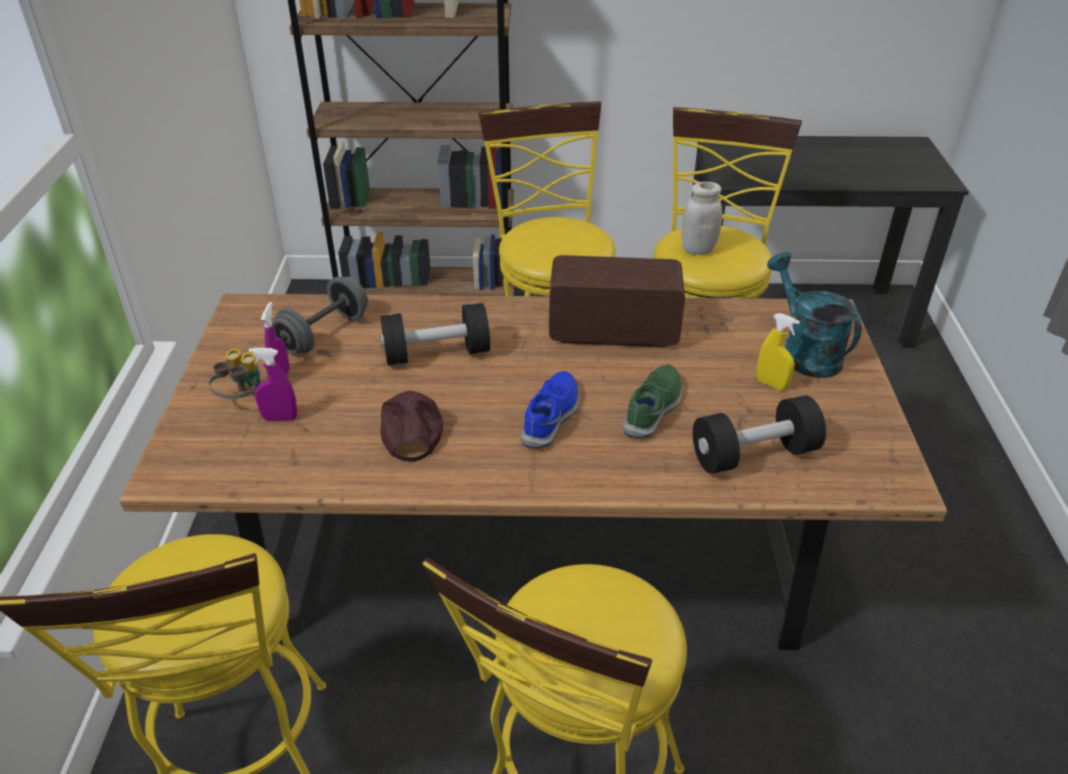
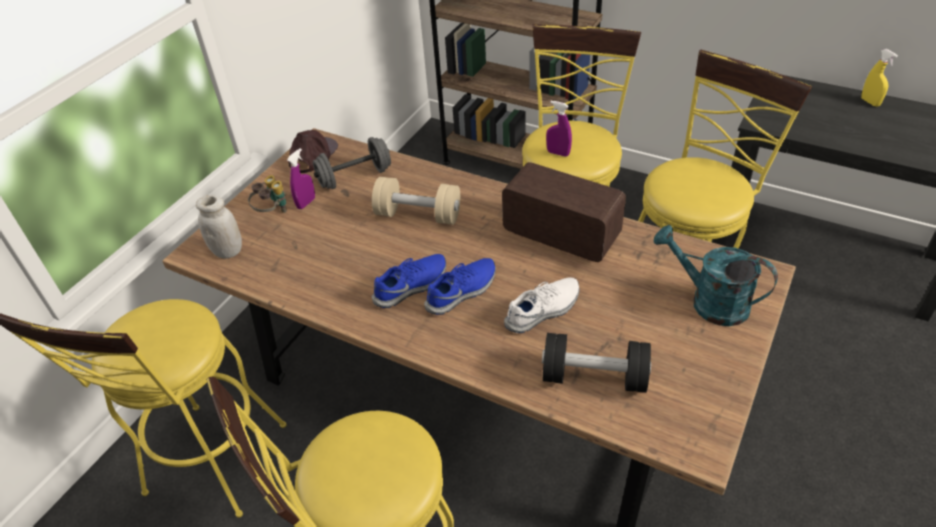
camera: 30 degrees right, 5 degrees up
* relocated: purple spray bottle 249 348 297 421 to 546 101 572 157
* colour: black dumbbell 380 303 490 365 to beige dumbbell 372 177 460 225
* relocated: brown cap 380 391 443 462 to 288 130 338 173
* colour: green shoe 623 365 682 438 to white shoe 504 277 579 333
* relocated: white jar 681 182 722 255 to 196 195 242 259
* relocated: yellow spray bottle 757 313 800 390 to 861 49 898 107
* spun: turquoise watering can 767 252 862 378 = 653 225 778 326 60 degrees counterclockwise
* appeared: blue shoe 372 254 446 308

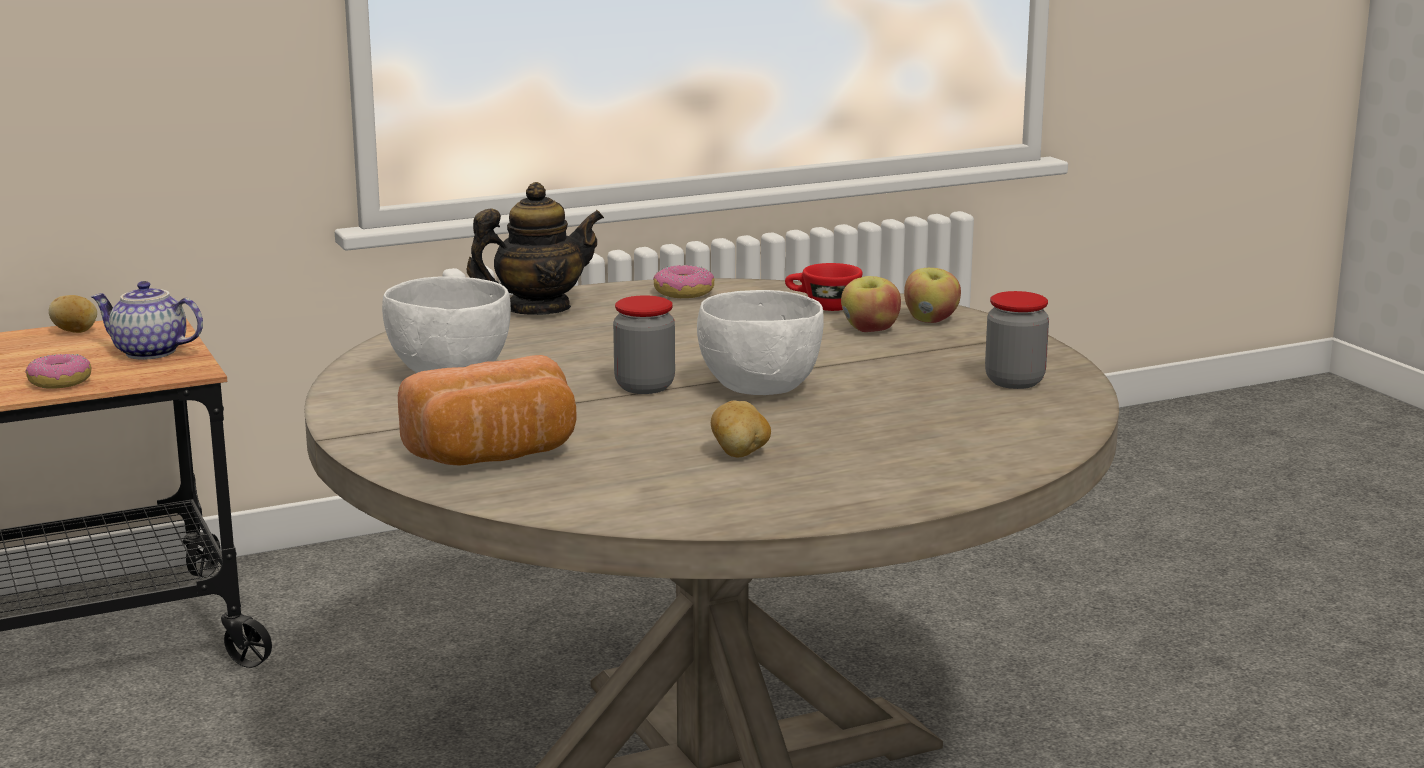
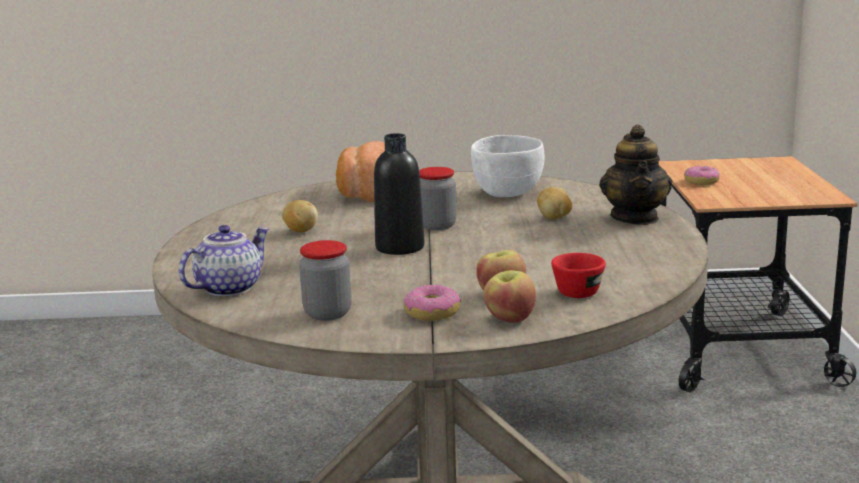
camera: 115 degrees right, 0 degrees up
* relocated: potato 49 295 97 333 to 537 187 572 219
* relocated: teapot 90 281 203 360 to 179 225 269 297
* relocated: donut 653 265 714 298 to 403 284 461 321
* exchanged: white bowl 697 290 824 395 to black bottle 374 133 425 255

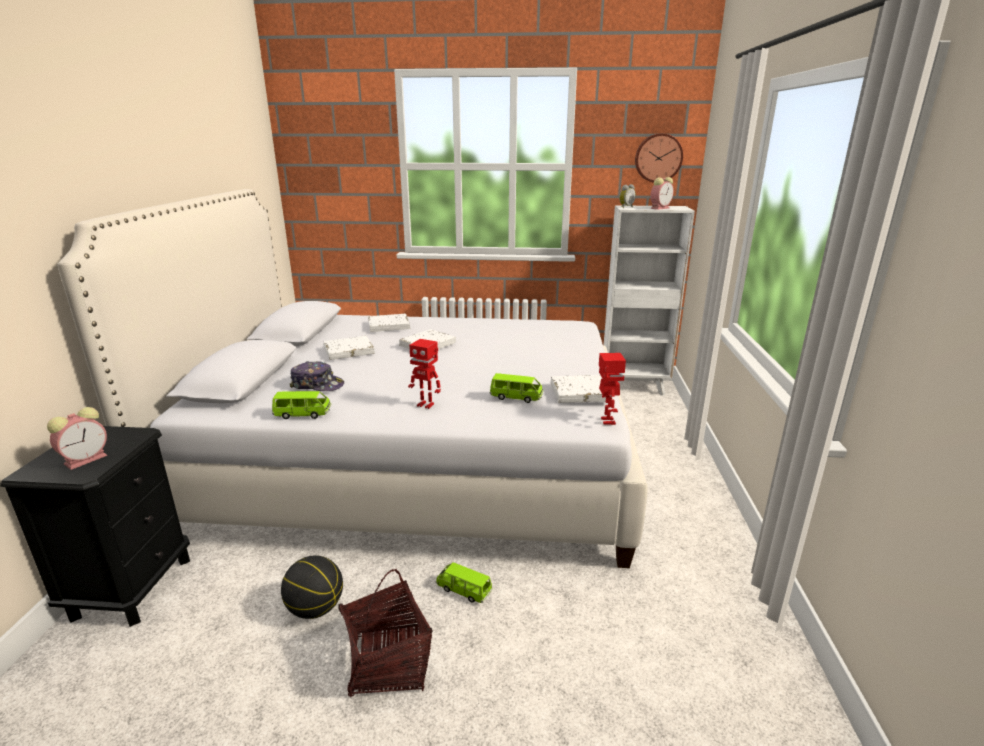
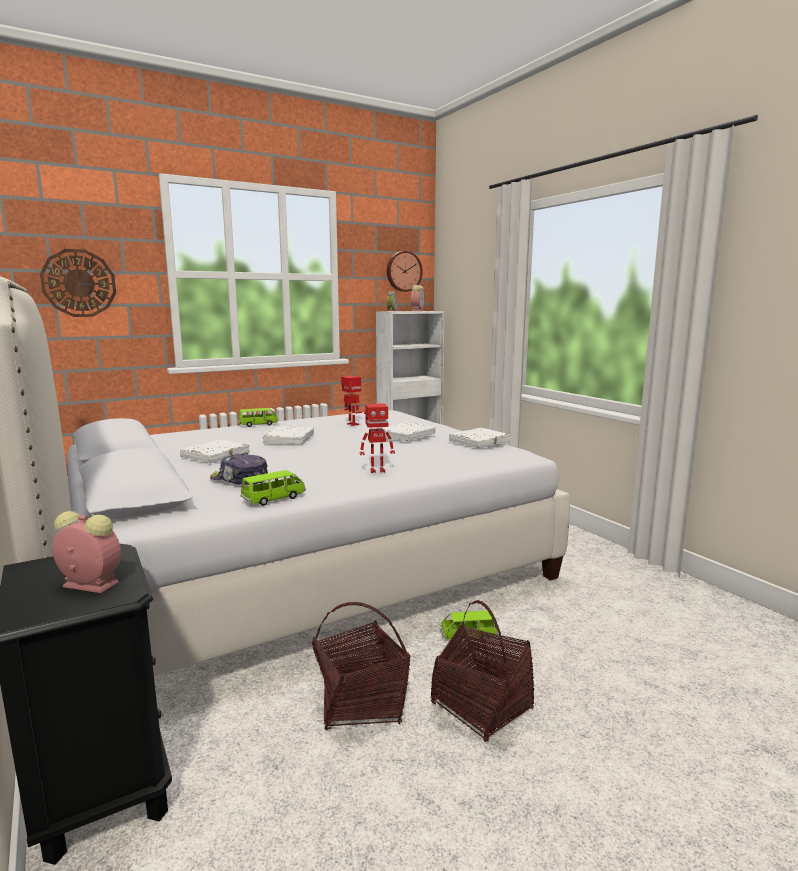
camera: 35 degrees left, 10 degrees down
* spun: alarm clock 47 407 107 470 = 52 511 121 593 75 degrees counterclockwise
* exchanged: basketball 281 555 343 619 to basket 312 602 411 730
* spun: cap 289 361 344 391 = 210 453 268 485 135 degrees counterclockwise
* relocated: white book 368 314 410 332 to 379 422 435 441
* relocated: green toy car 490 373 543 403 to 238 408 279 427
* relocated: toy robot 599 353 626 425 to 341 376 362 426
* appeared: wall clock 40 249 116 317

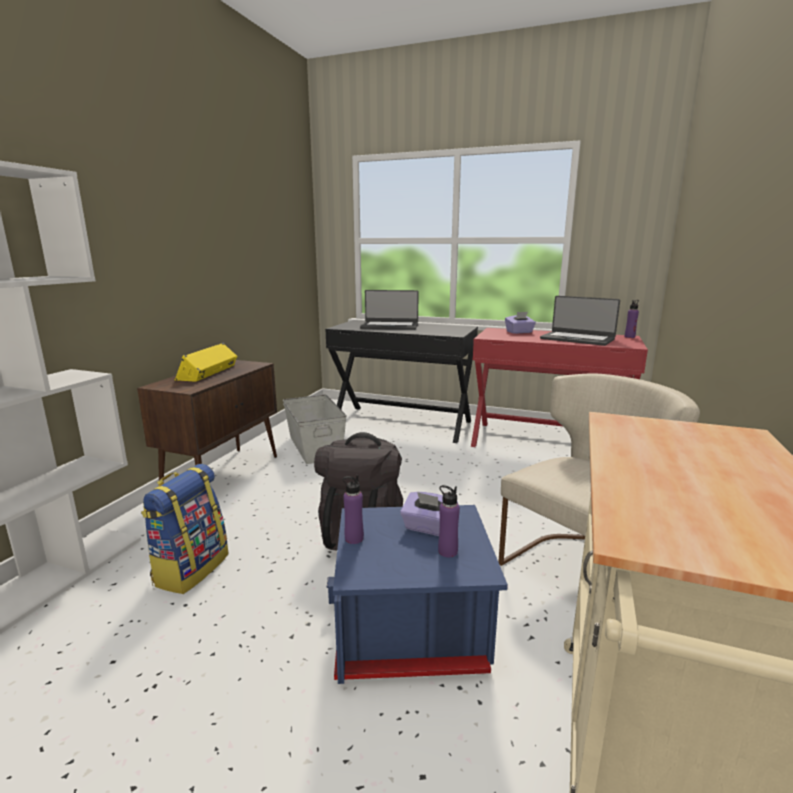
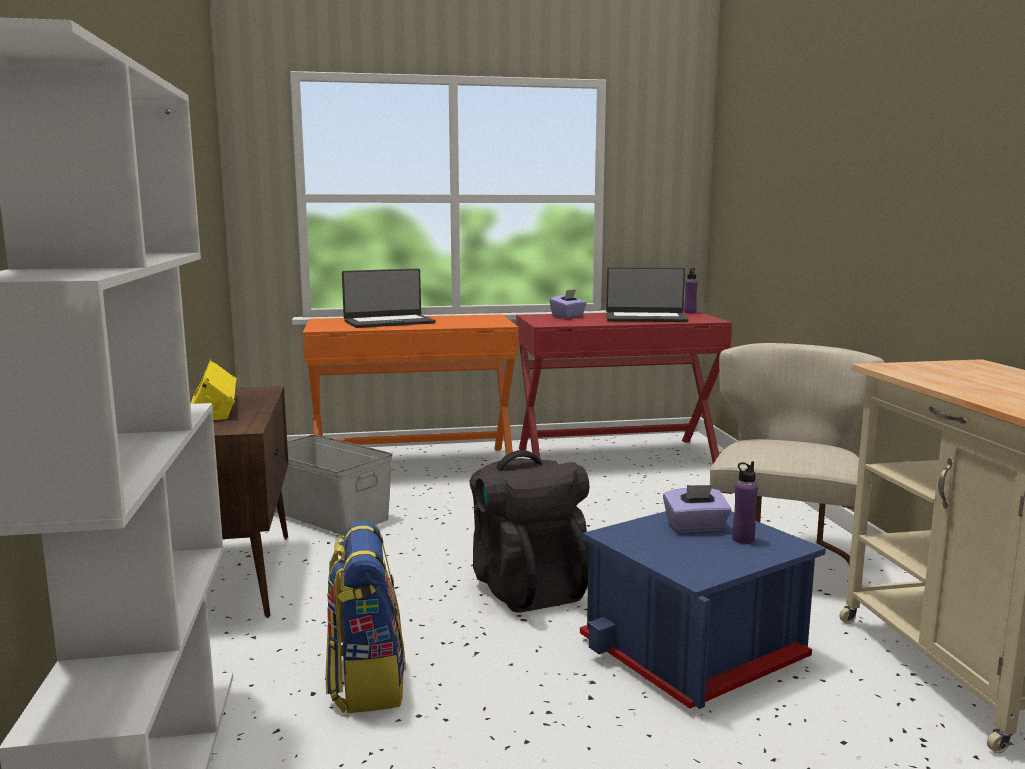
camera: 30 degrees left, 5 degrees down
* colour: black desk 325 320 478 443 to orange desk 303 314 519 455
* missing: purple bottle 343 475 364 544

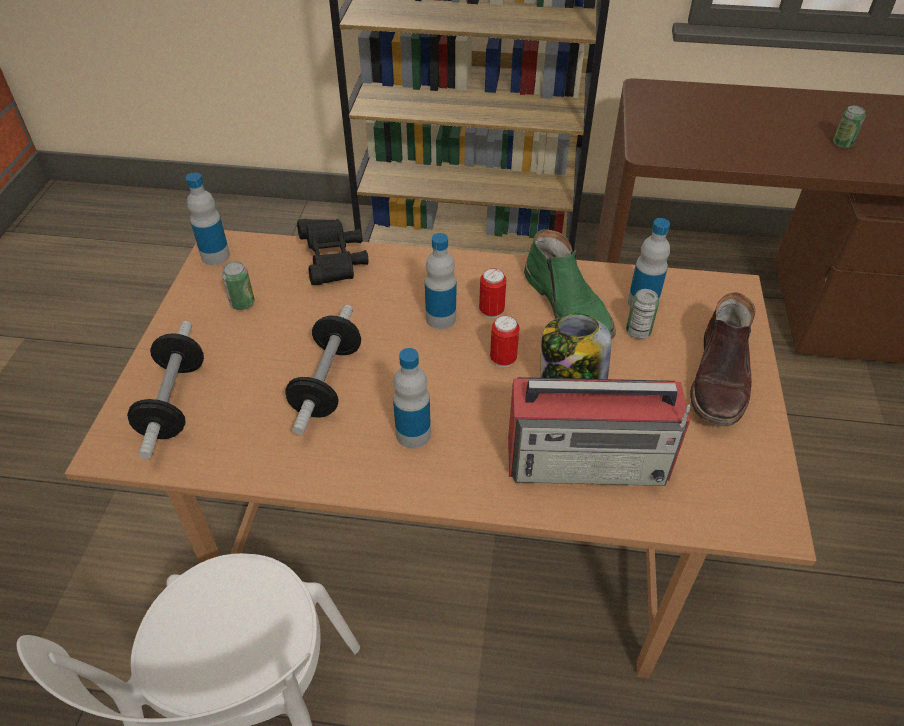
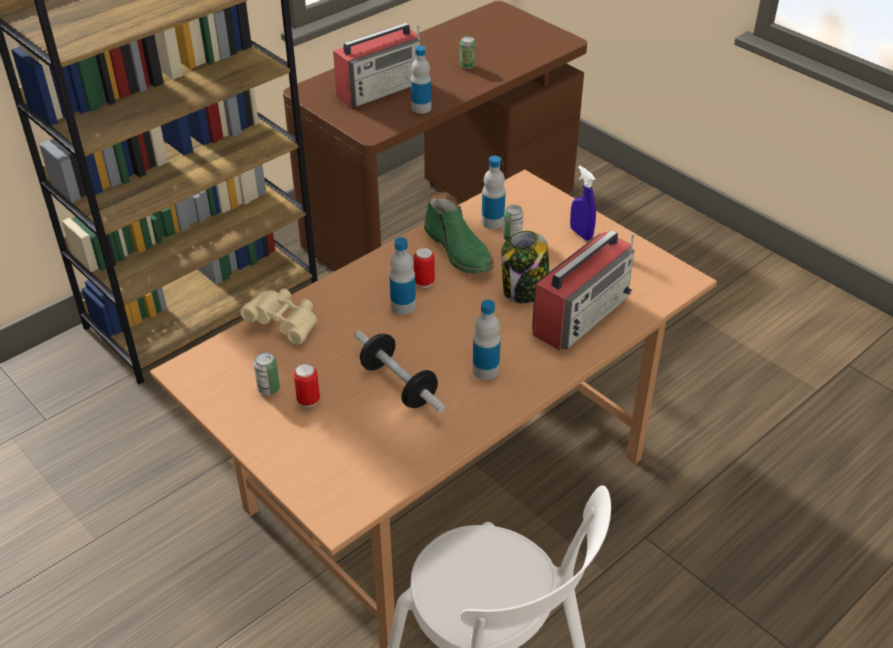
camera: 50 degrees left, 5 degrees down
* missing: dumbbell 127 321 204 459
* relocated: bottle 186 172 230 265 to 411 46 431 114
* colour: black binoculars 297 219 369 285 to beige binoculars 240 289 317 345
* relocated: can 490 315 519 367 to 293 363 320 407
* spun: green boot 524 229 616 339 = 424 192 494 274 45 degrees clockwise
* exchanged: brown boot 690 292 755 426 to blue spray bottle 570 166 596 241
* appeared: radio 333 23 421 108

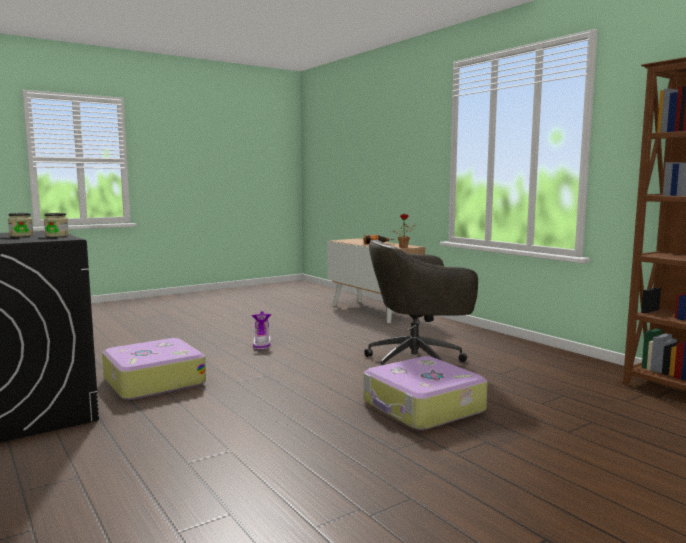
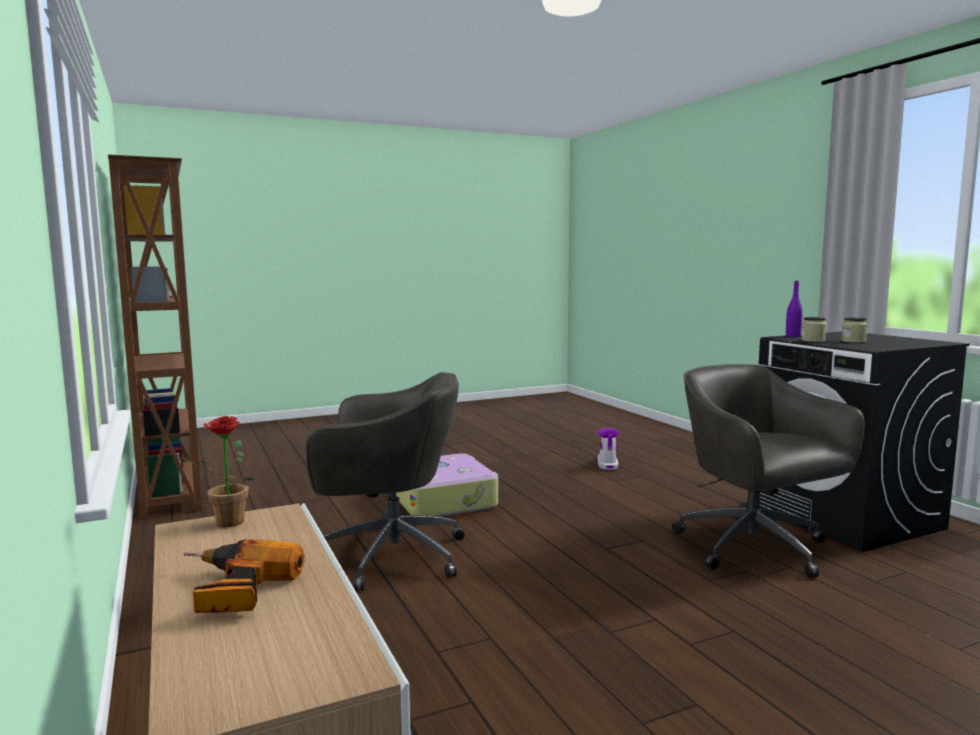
camera: 170 degrees left, 0 degrees up
* exchanged: suitcase 102 338 206 400 to grey office chair 672 364 865 577
* relocated: boot 252 311 271 350 to 597 428 620 470
* appeared: purple bottle 786 281 803 337

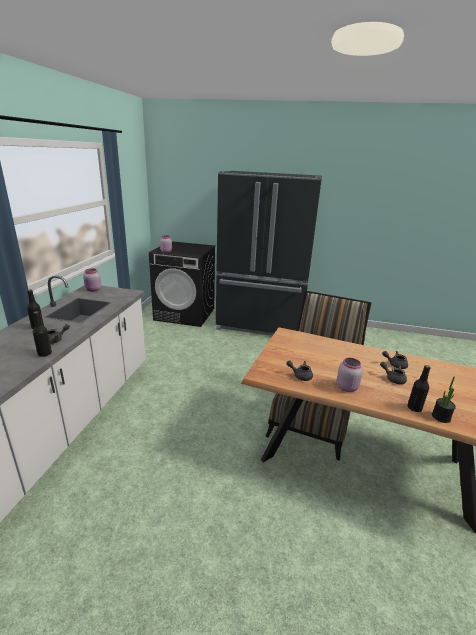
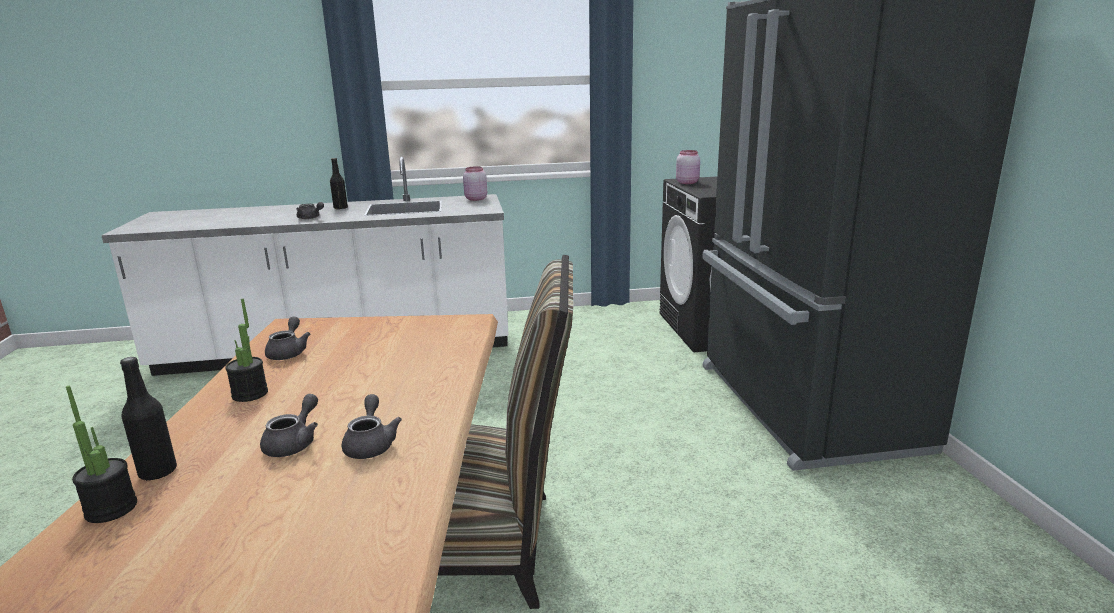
camera: 70 degrees right, 5 degrees down
* missing: black bottle 33 311 52 357
* exchanged: pink jar 336 358 363 392 to potted plant 225 299 268 402

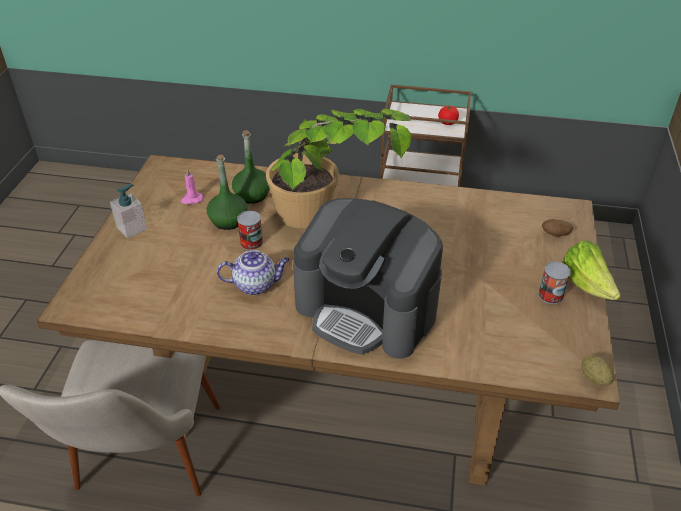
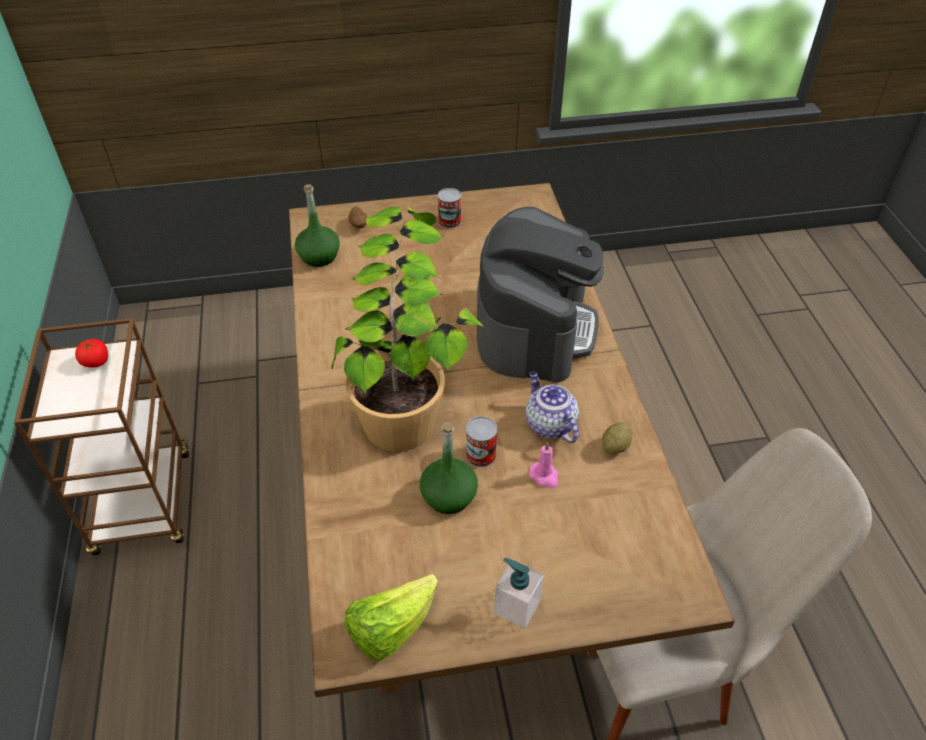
camera: 110 degrees left, 5 degrees up
* relocated: pink candle 180 169 203 204 to 529 442 558 488
* relocated: green bottle 232 130 269 204 to 295 184 340 267
* relocated: lettuce 562 241 621 300 to 345 574 438 661
* relocated: potato 582 355 614 386 to 602 422 632 454

